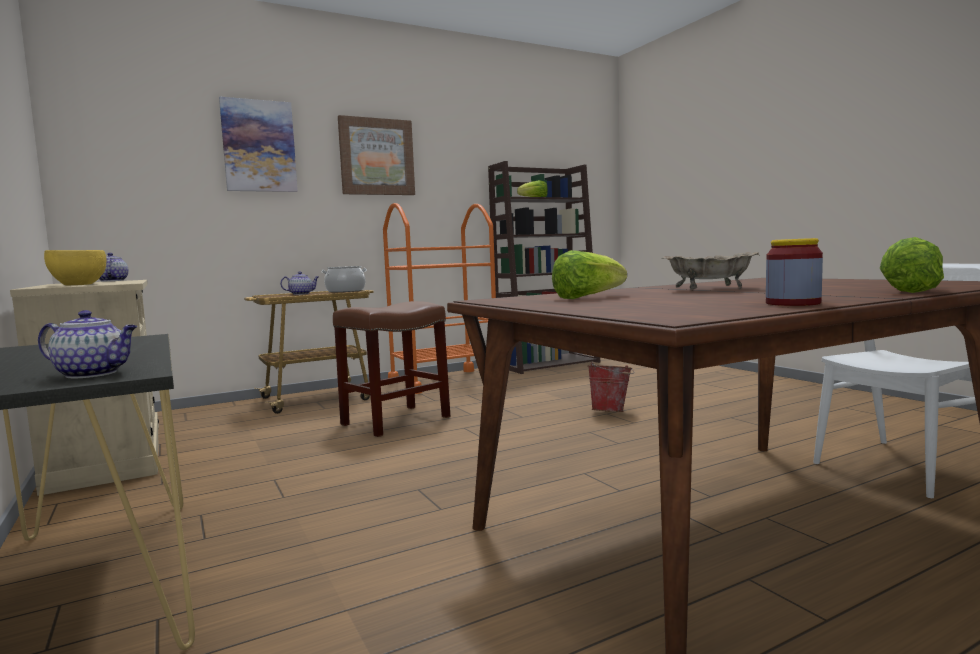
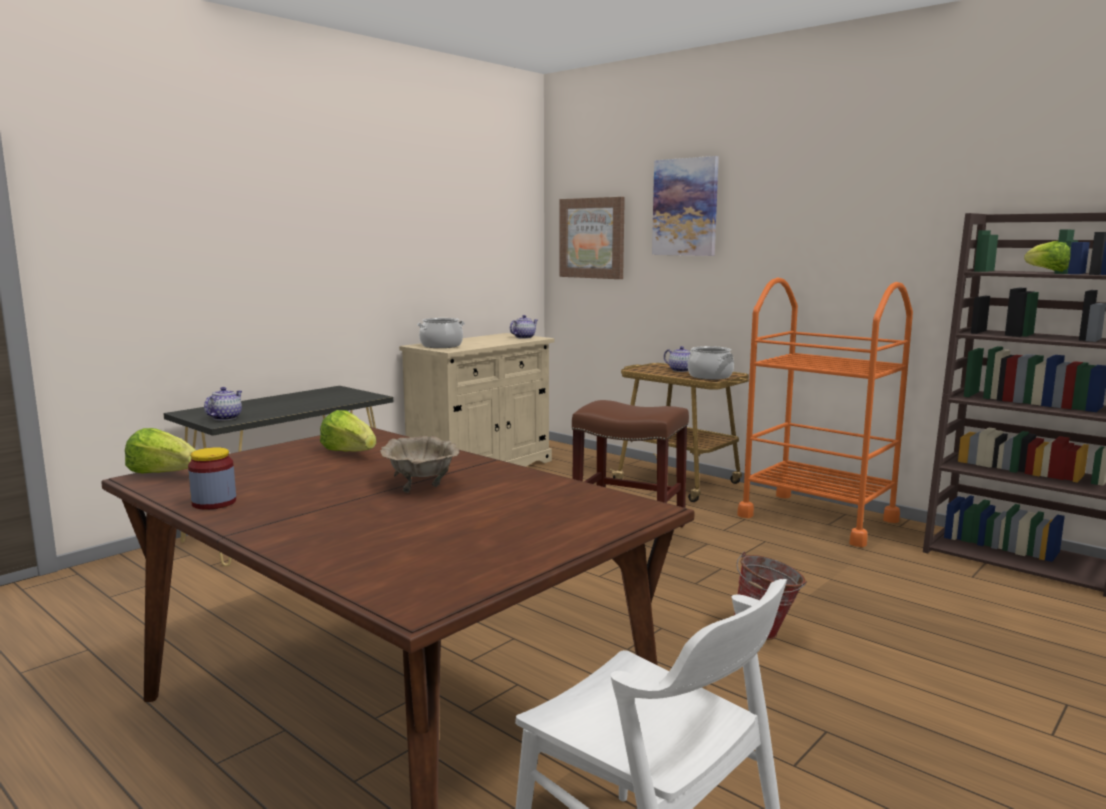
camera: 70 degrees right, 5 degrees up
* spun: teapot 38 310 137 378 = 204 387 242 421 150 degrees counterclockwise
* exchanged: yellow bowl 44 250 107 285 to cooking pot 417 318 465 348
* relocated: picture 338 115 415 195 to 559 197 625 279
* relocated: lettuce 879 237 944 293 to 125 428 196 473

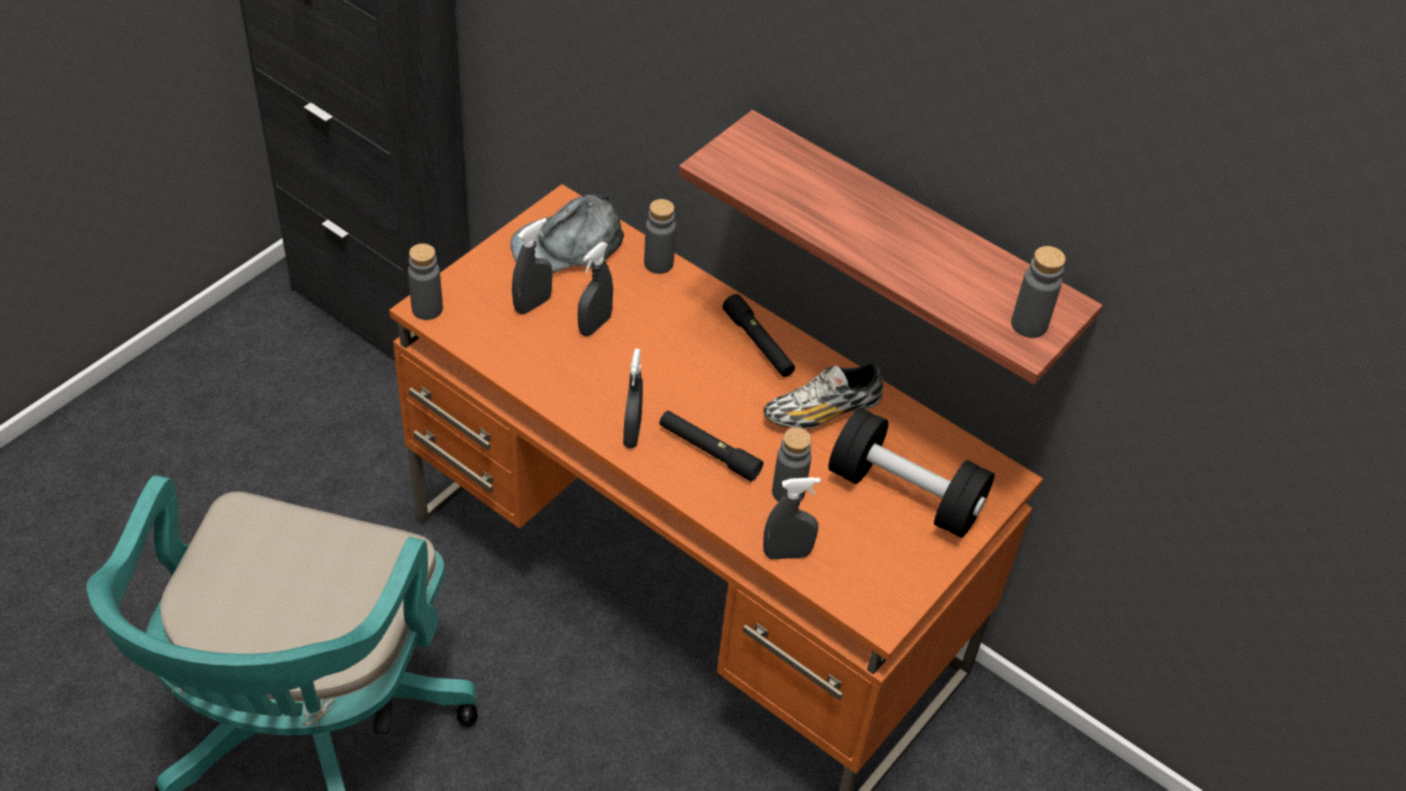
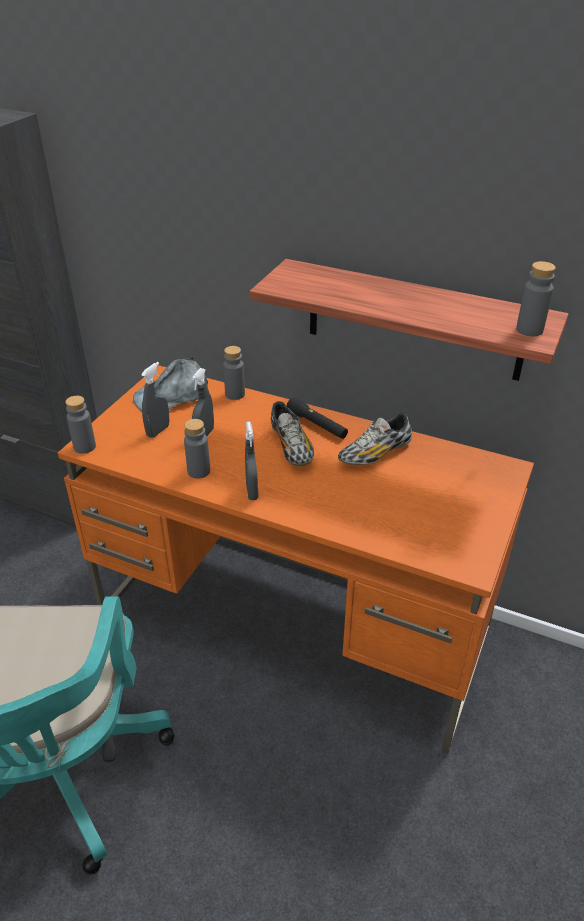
camera: 10 degrees left, 10 degrees down
* missing: black flashlight 659 410 763 482
* missing: grey spray bottle 763 477 821 559
* relocated: grey bottle 772 428 811 502 to 184 419 210 479
* missing: black dumbbell 828 408 995 538
* appeared: shoe 271 401 314 466

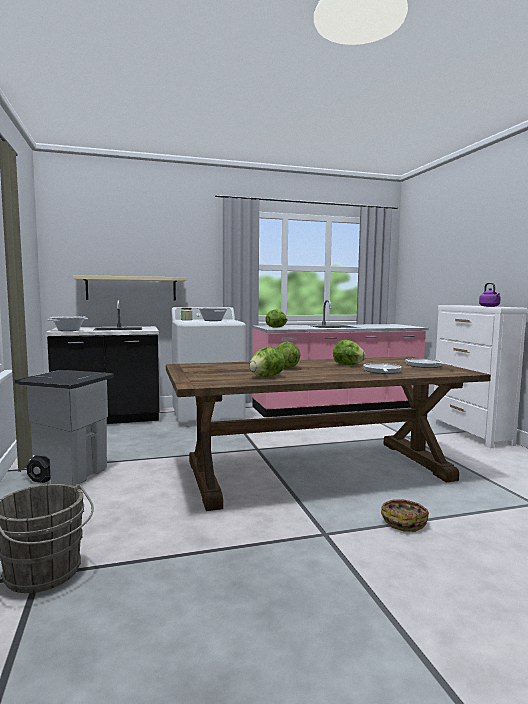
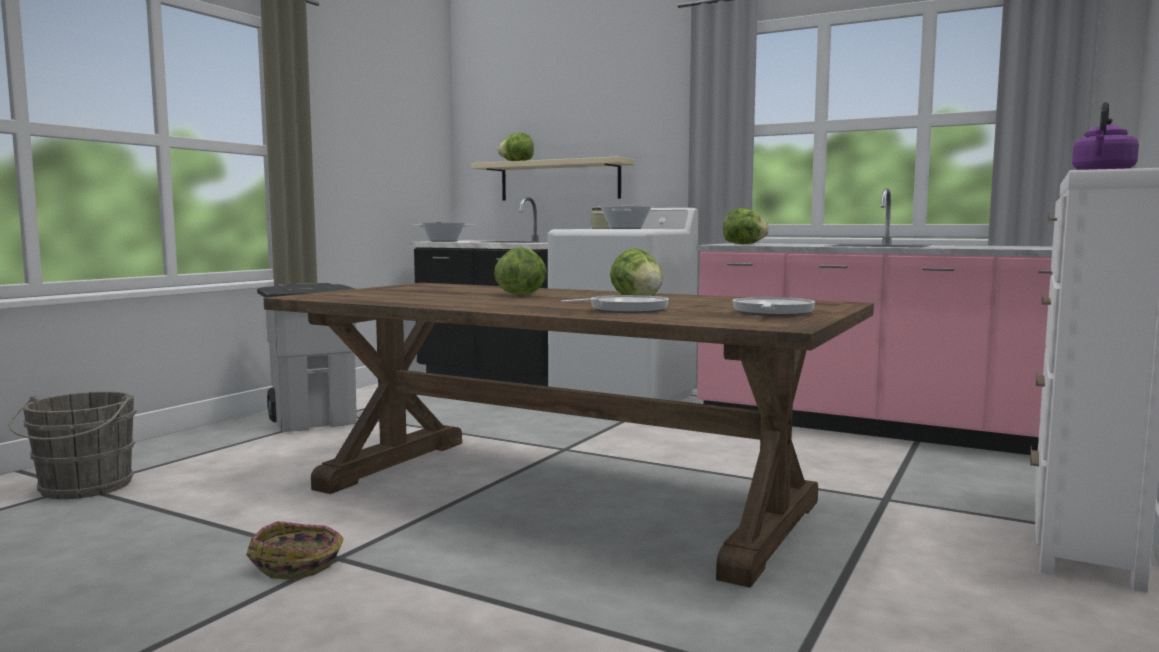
camera: 45 degrees right, 0 degrees up
* relocated: lettuce 249 347 285 377 to 498 132 534 161
* relocated: basket 381 500 429 532 to 246 521 344 580

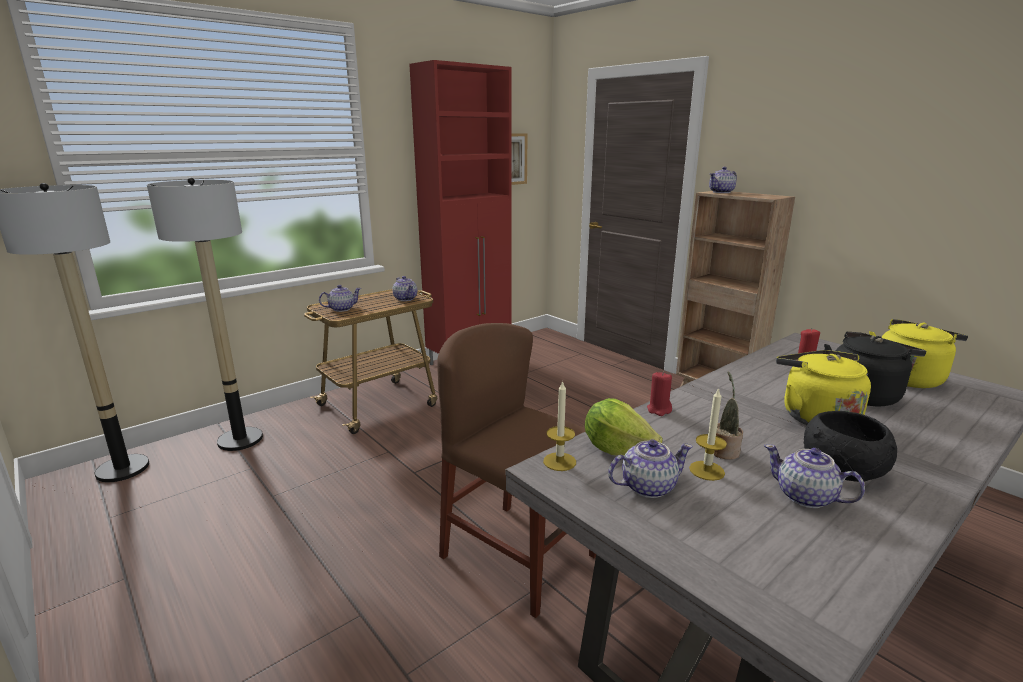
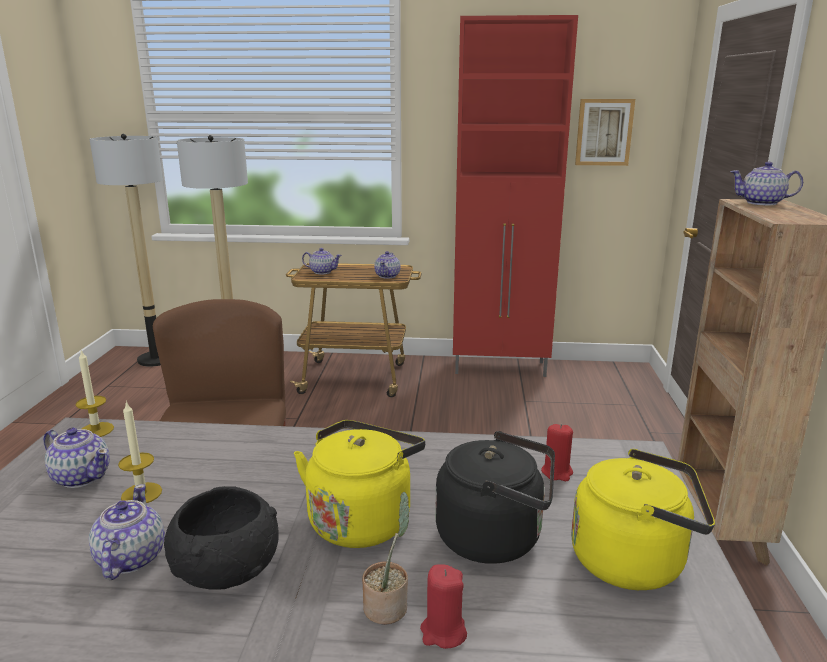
camera: 45 degrees right, 0 degrees up
* missing: lettuce 585 398 663 456
* relocated: red candle 647 372 672 416 to 420 564 467 649
* relocated: potted plant 714 371 743 460 to 362 492 410 625

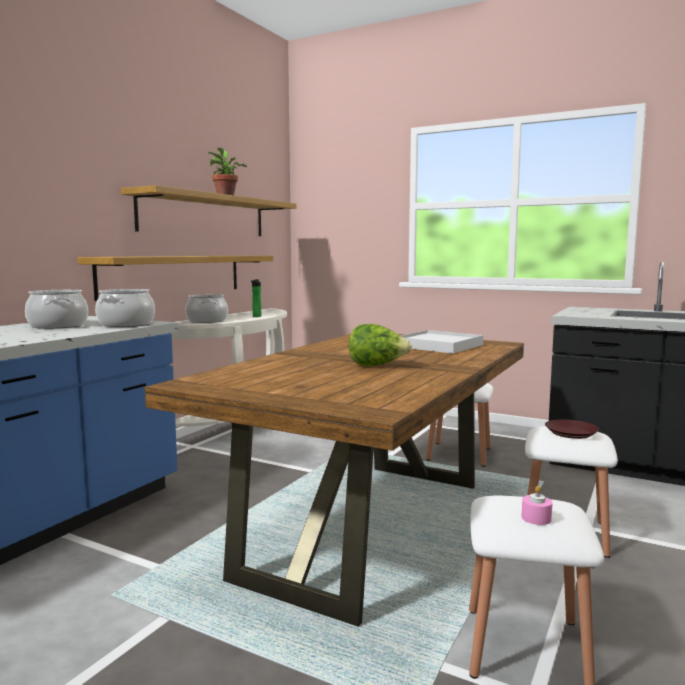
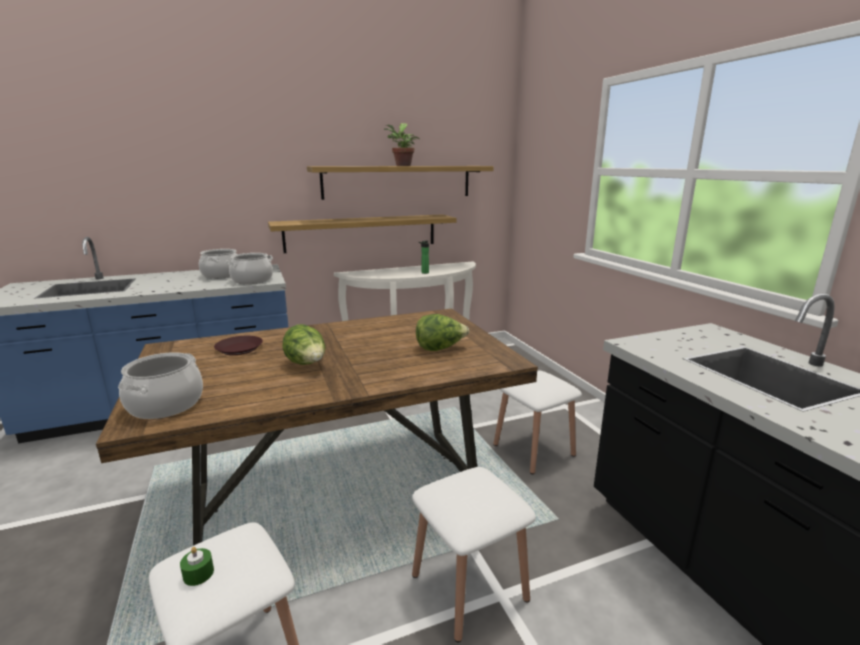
camera: 40 degrees right, 10 degrees up
* relocated: cooking pot 185 294 228 323 to 118 352 203 419
* exchanged: white tray 401 330 484 354 to lettuce 416 314 469 351
* colour: pink candle 522 486 553 525 to green candle 180 547 214 586
* relocated: brown plate 545 419 599 439 to 214 336 263 355

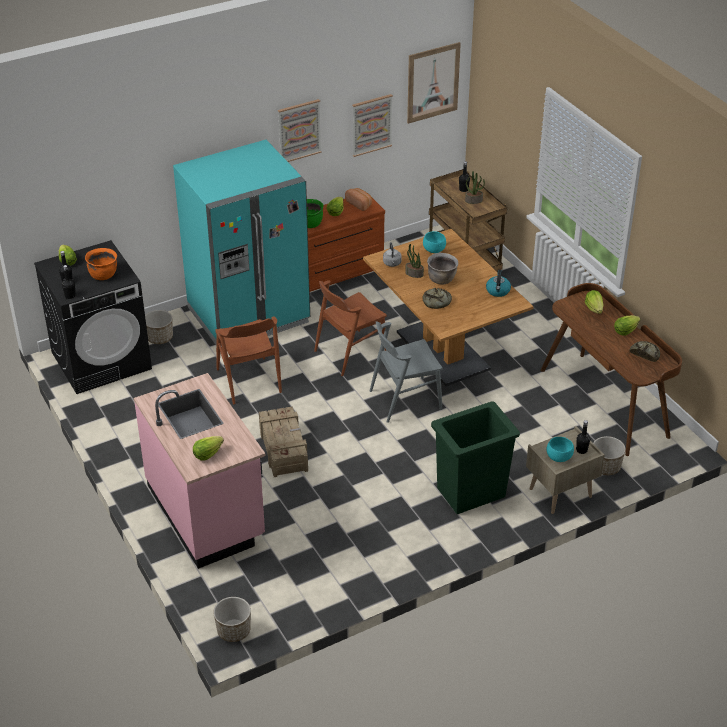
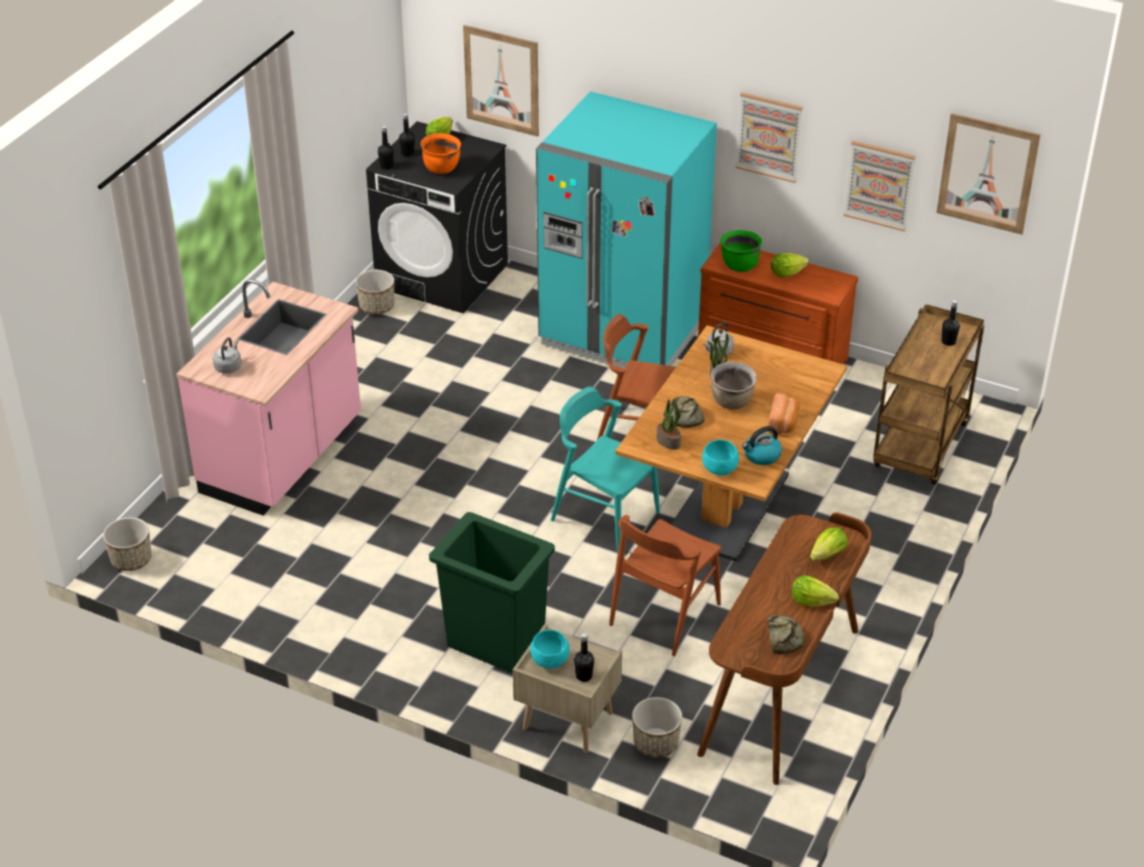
camera: 55 degrees right, 0 degrees up
* relocated: planter 145 310 173 344 to 356 270 394 314
* exchanged: lettuce 193 436 224 460 to grey kettle 213 337 242 374
* relocated: brown chair 215 316 282 404 to 609 515 721 656
* missing: crate 259 406 308 477
* relocated: bread 345 188 372 211 to 768 393 799 434
* colour: grey chair 370 321 443 423 to turquoise chair 551 386 660 553
* relocated: turquoise bowl 423 231 446 253 to 702 440 739 475
* relocated: potted plant 465 171 485 204 to 657 397 681 450
* appeared: picture 463 25 539 137

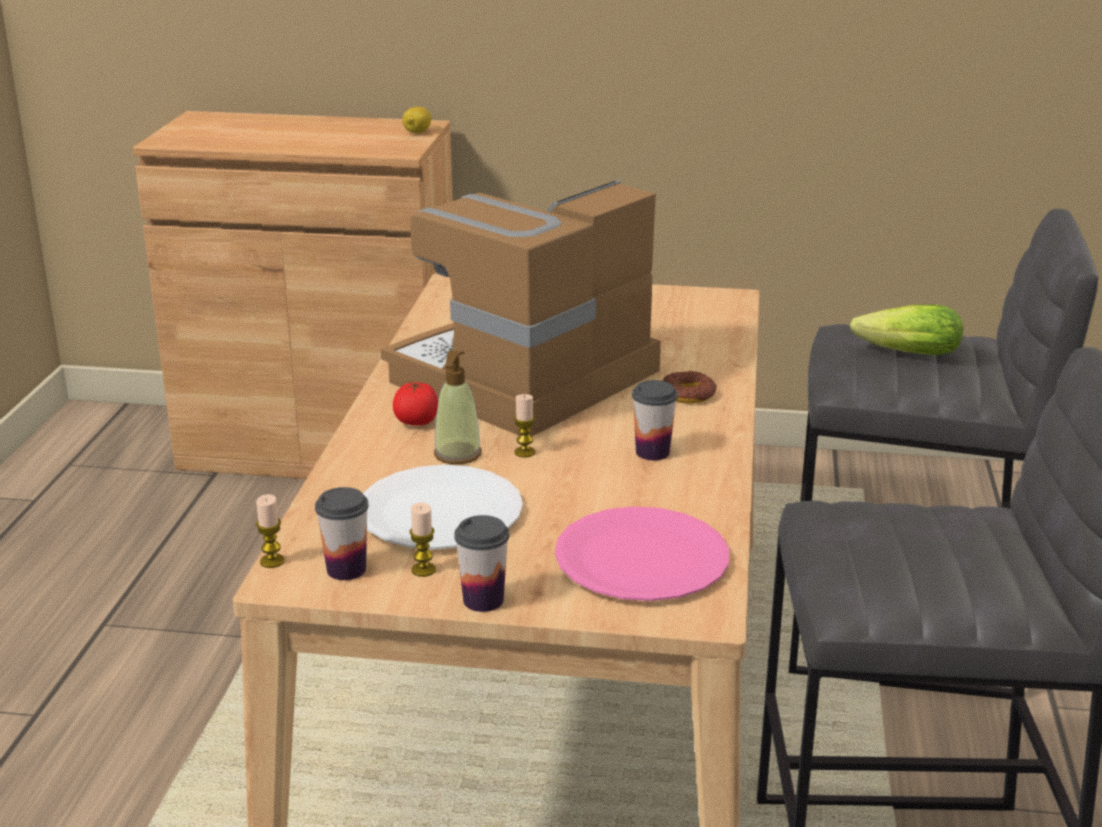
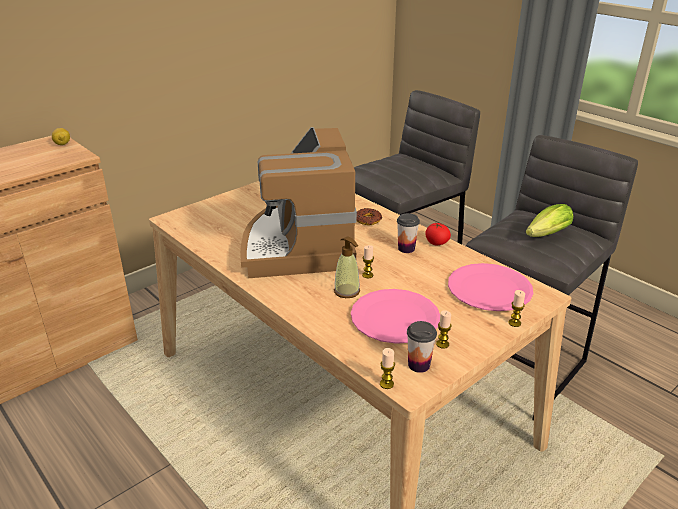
camera: 50 degrees left, 5 degrees up
* colour: white plate 363 465 523 549 to pink plate 351 289 440 344
* relocated: tomato 393 382 438 426 to 425 223 451 245
* missing: cup 454 515 509 612
* relocated: lettuce 850 304 963 355 to 526 204 573 237
* appeared: candle 508 290 525 327

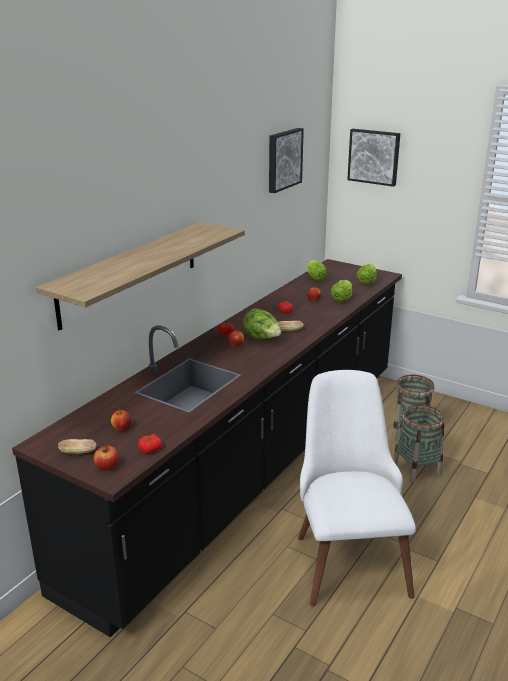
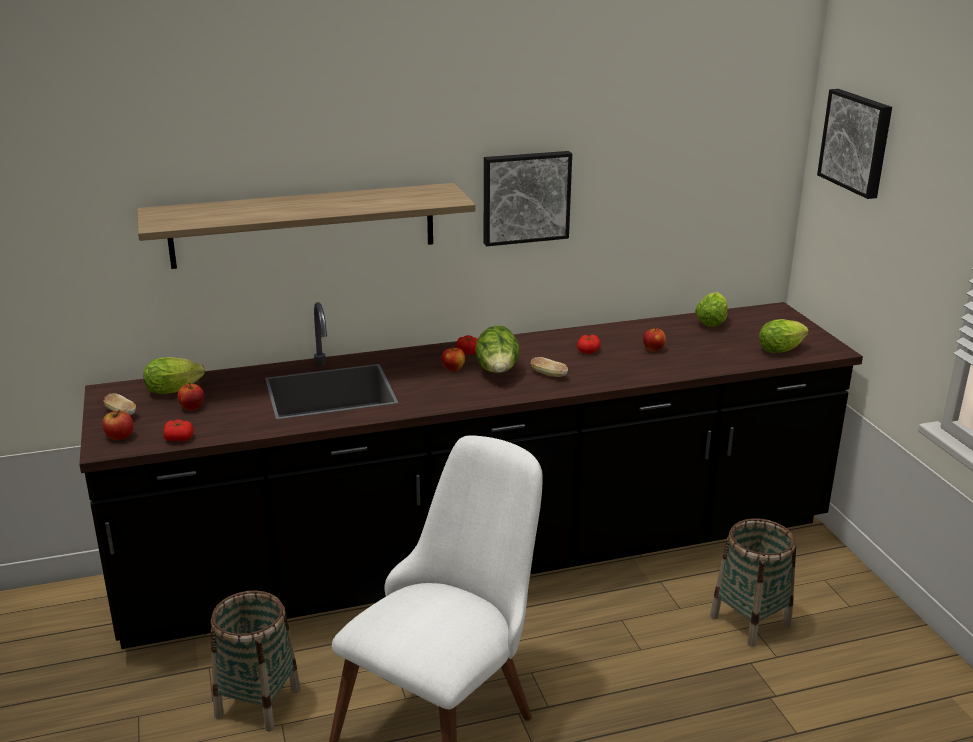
camera: 40 degrees right, 0 degrees up
* relocated: picture 269 128 304 193 to 484 151 572 246
* relocated: lettuce 330 280 352 302 to 143 357 205 394
* relocated: basket 393 405 444 483 to 211 590 300 732

